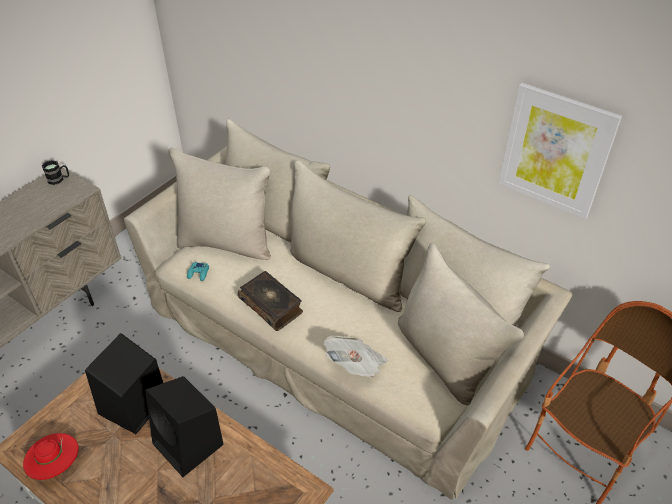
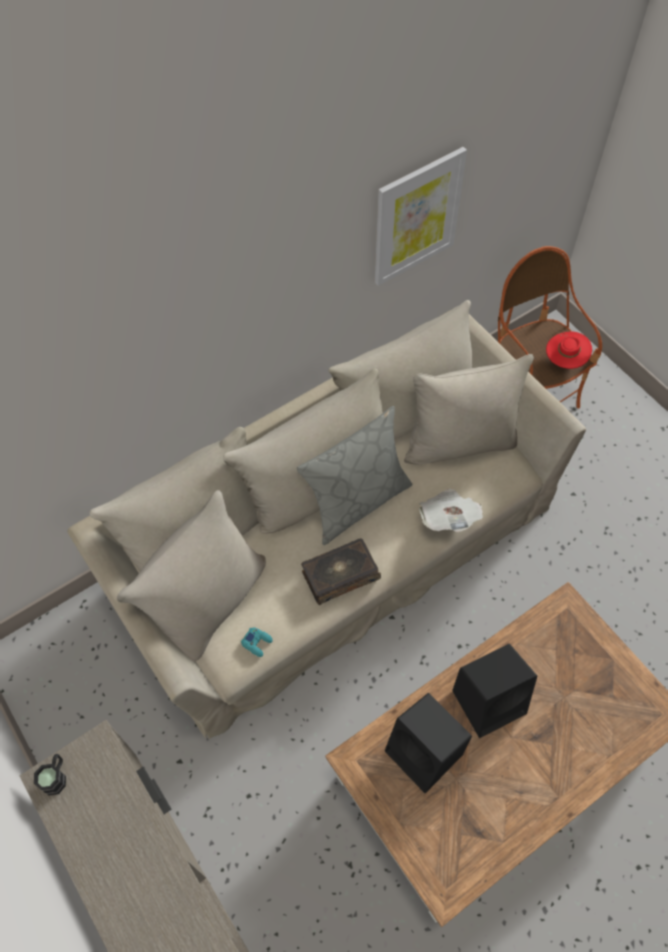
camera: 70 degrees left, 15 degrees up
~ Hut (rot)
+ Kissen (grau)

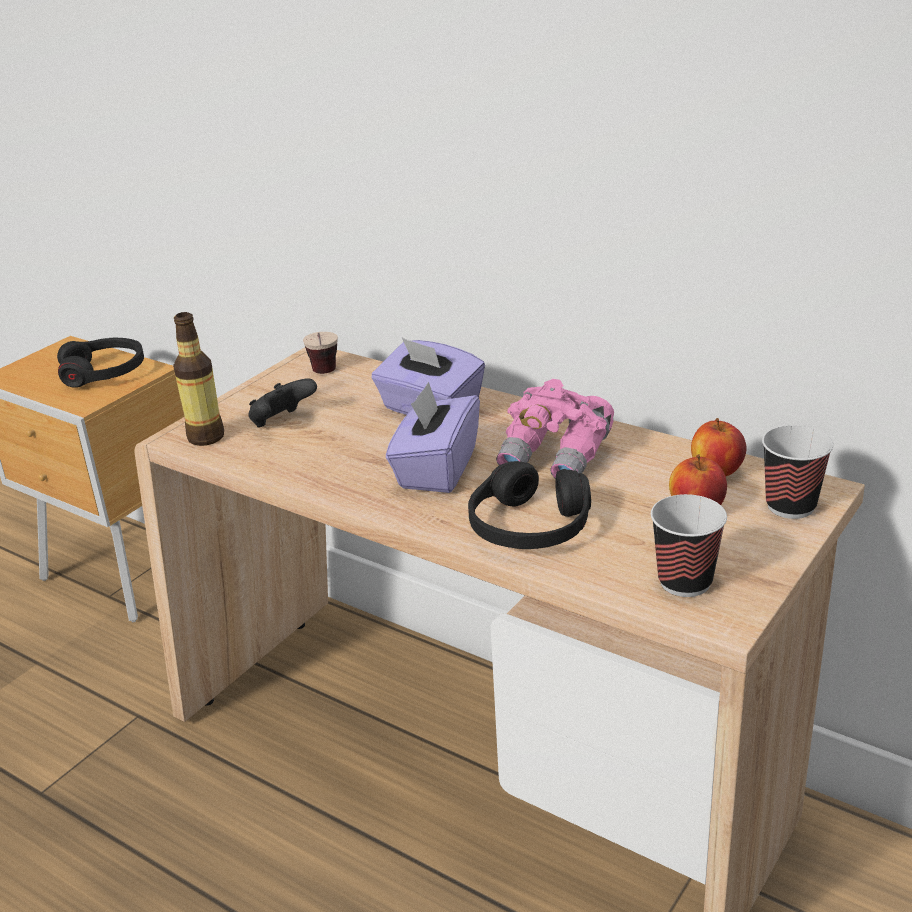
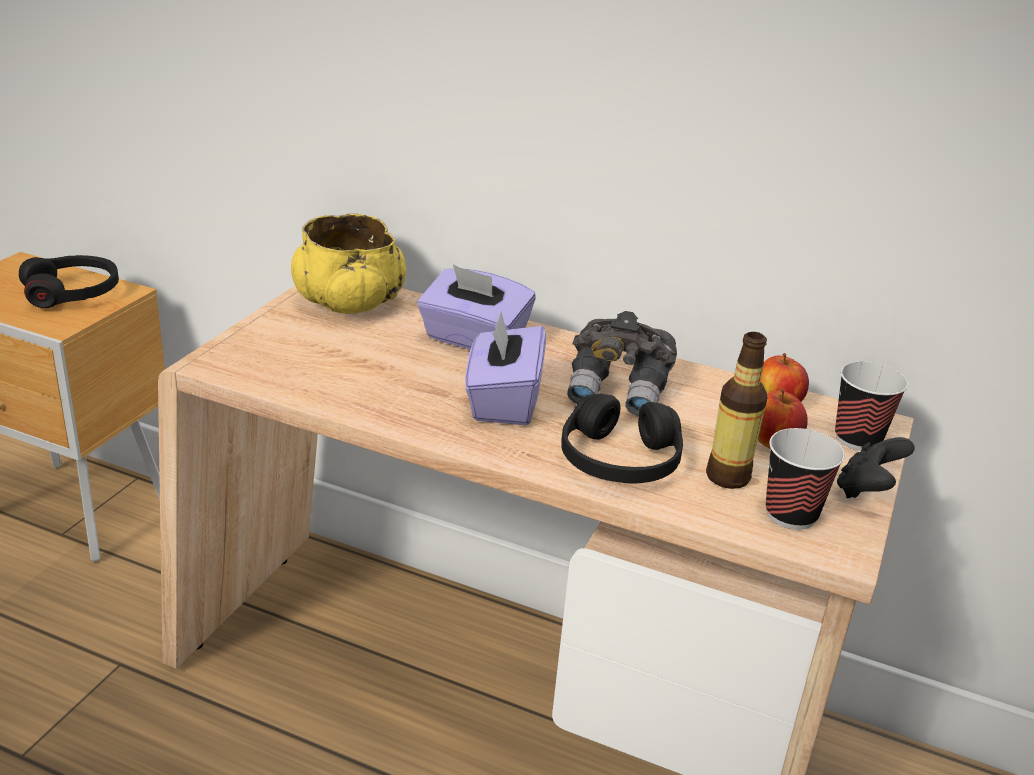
camera: 15 degrees left, 0 degrees up
~ Flasche
~ Tasse (no. 1 from left) to Schüssel (gelb)
~ Gamepad (schwarz)
~ Fernglas (rosa) to Fernglas (grau)

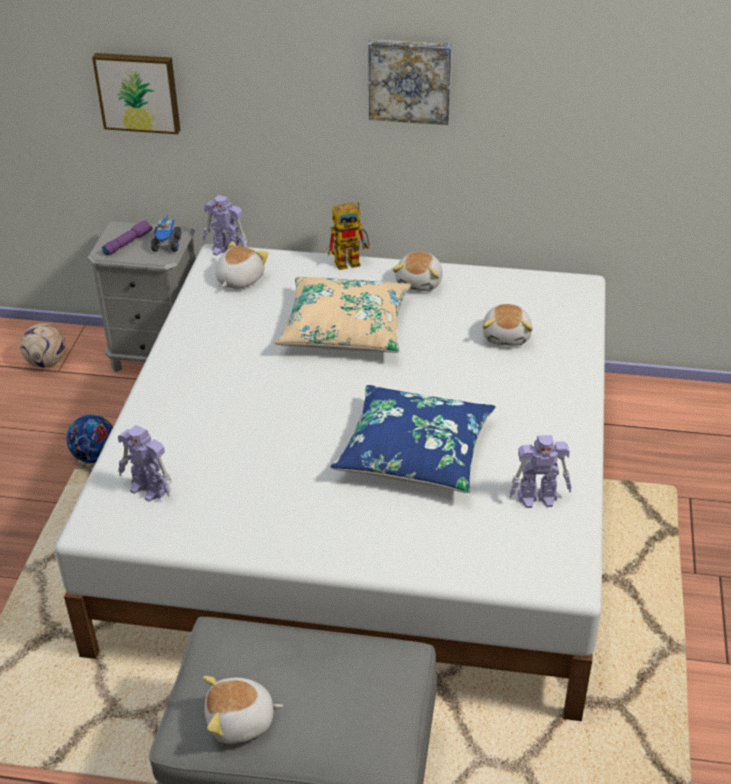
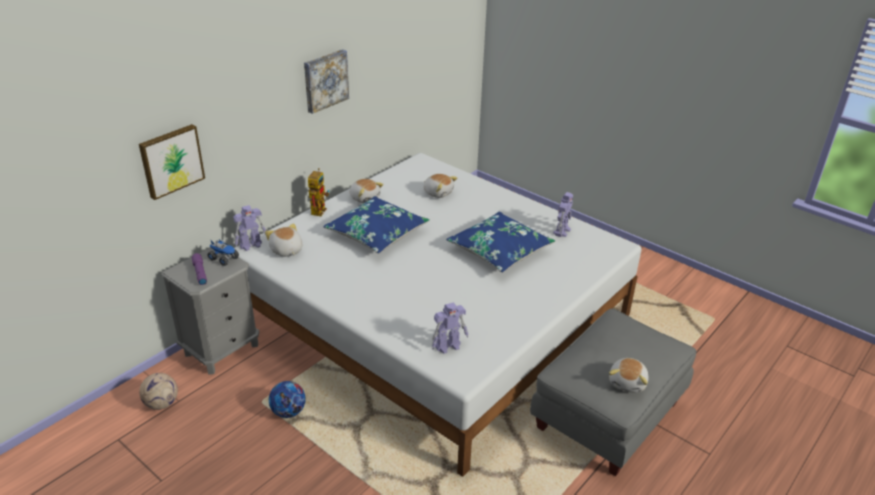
camera: 60 degrees left, 5 degrees down
~ Kissen (beige) to Kissen (blau) (no. 1 from left)

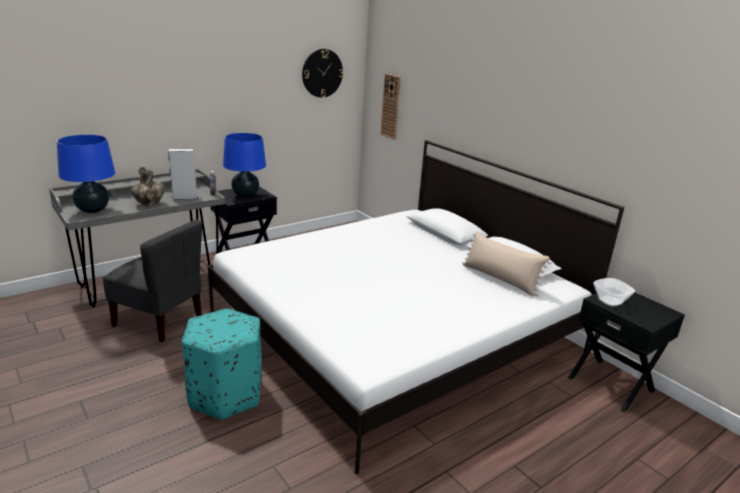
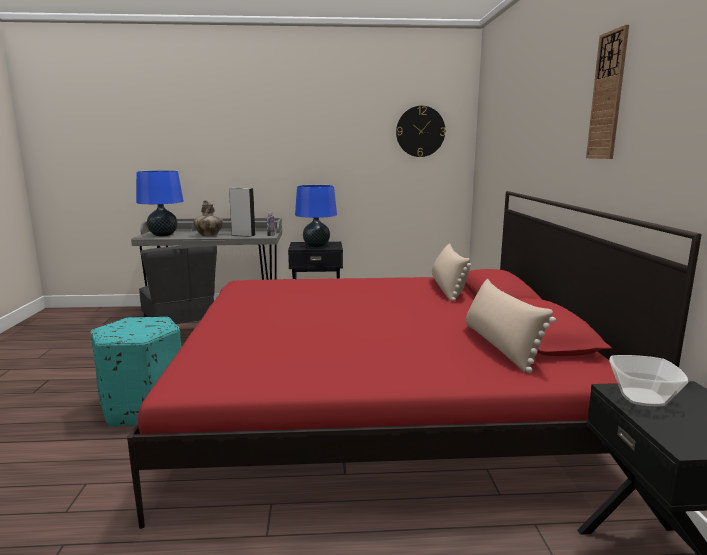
camera: 35 degrees right, 10 degrees down
~ Wanduhr (no. 2 from left)
~ Bett (weiß) to Bett (rot)
+ Kissen (beige) (no. 1 from left)

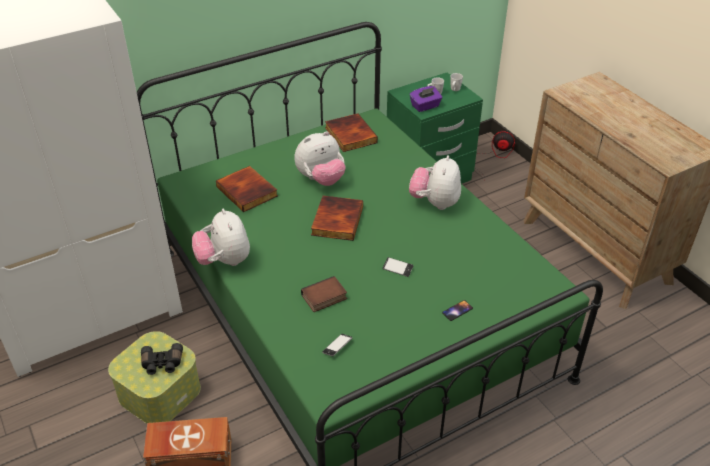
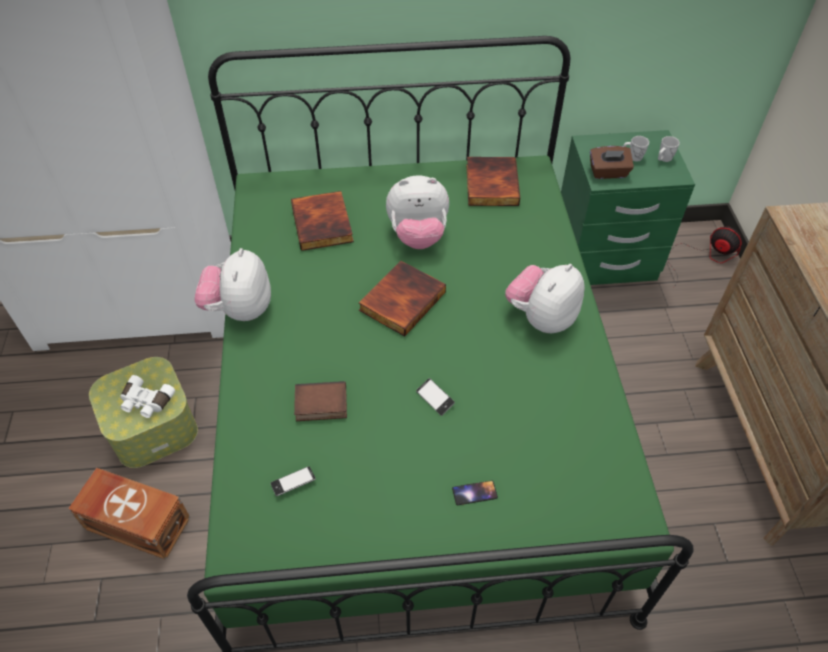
camera: 25 degrees right, 10 degrees up
~ Taschentuchbox (lila) to Taschentuchbox (braun)
~ Fernglas (schwarz) to Fernglas (weiß)

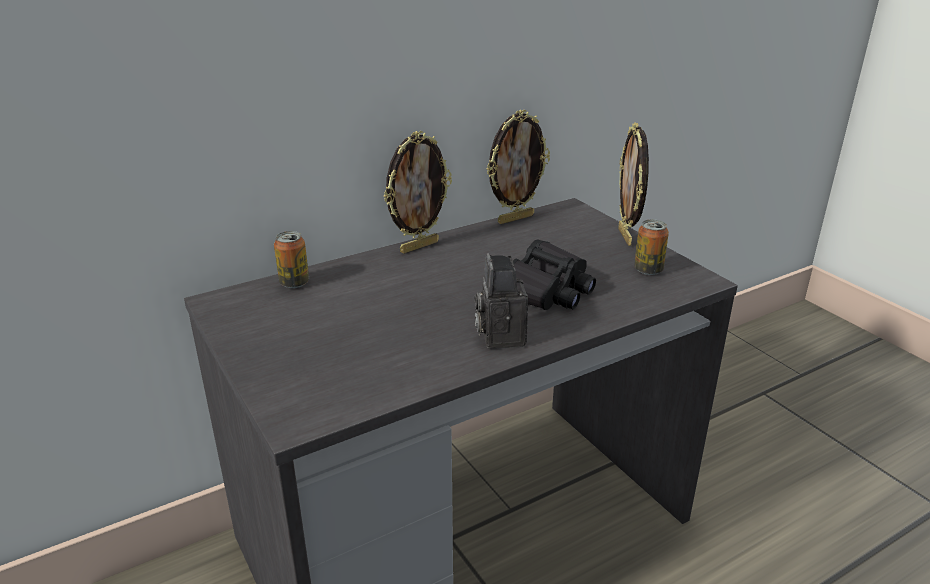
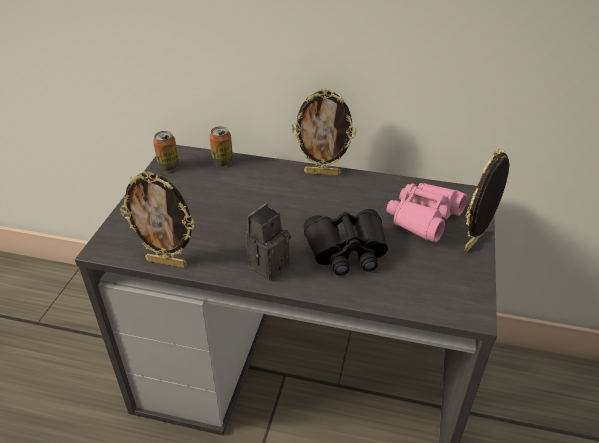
camera: 45 degrees right, 10 degrees up
~ Bilderrahmen (no. 2 from left in the first image) to Bilderrahmen (no. 1 from left)
~ Dose (no. 2 from left in the first image) to Dose (no. 1 from left)
+ Fernglas (rosa)

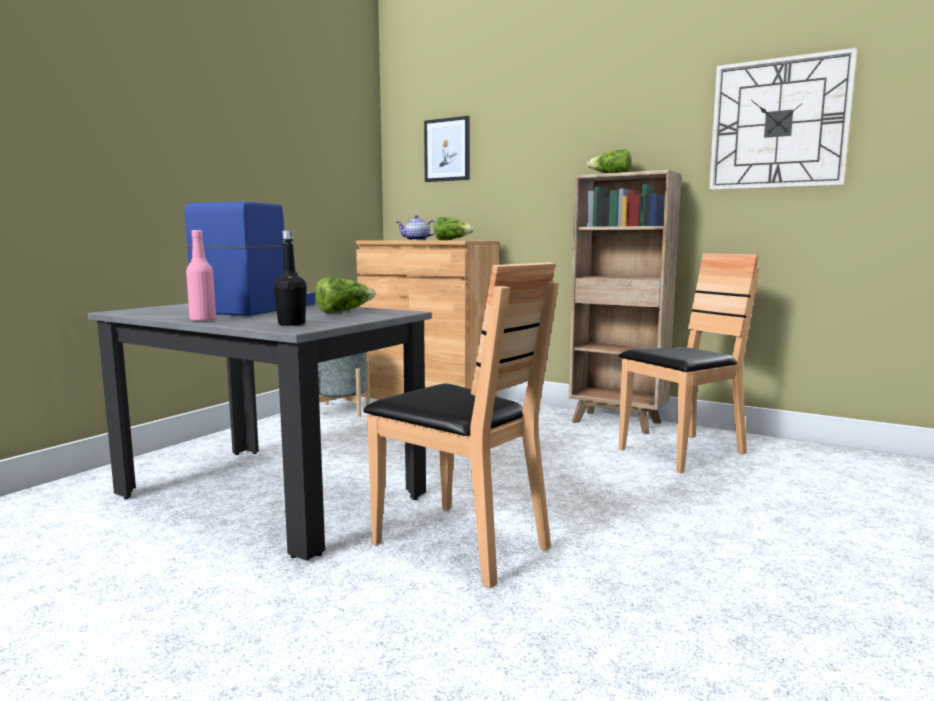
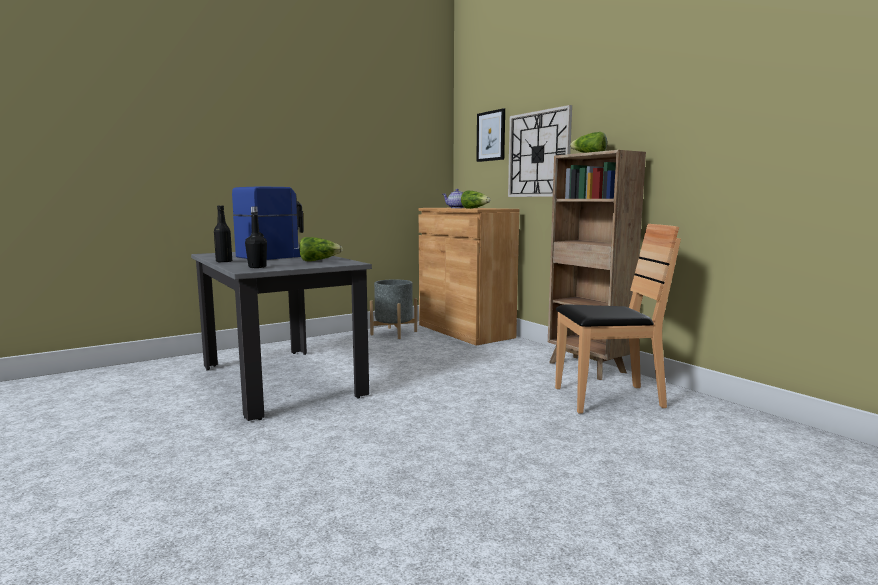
camera: 25 degrees right, 0 degrees up
~ Wanduhr
~ Flasche (rosa) to Flasche (schwarz) (no. 1 from left)
- Stuhl (braun) (no. 1 from left)

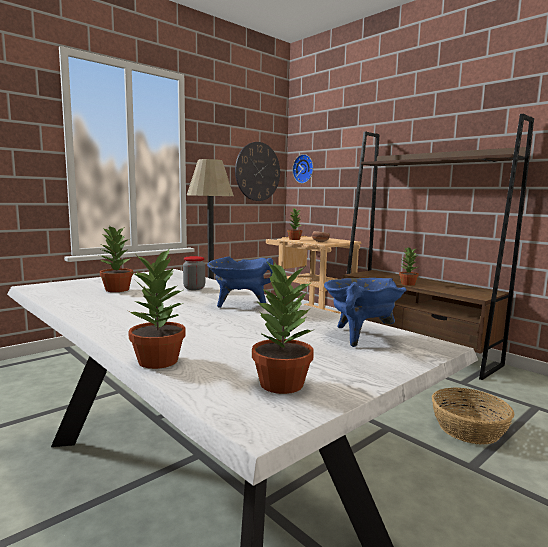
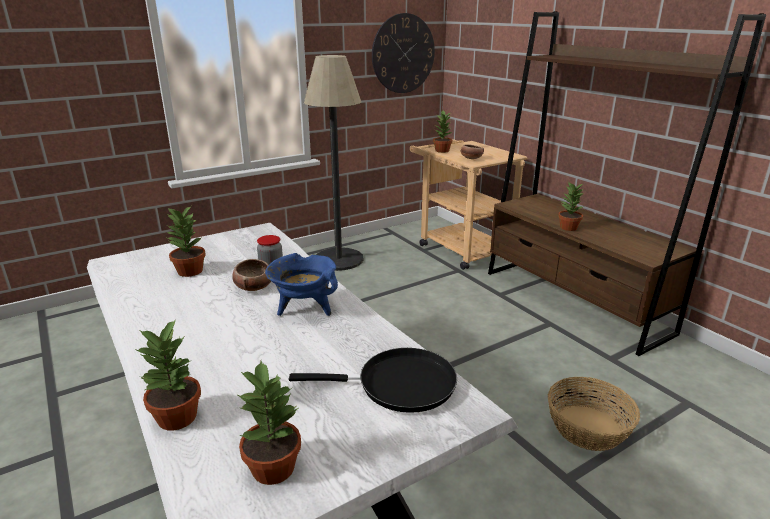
camera: 10 degrees right, 15 degrees up
- Wanduhr (no. 2 from left)
~ Kochtopf (blau) (no. 2 from left) to Pfanne (schwarz)
+ Schüssel (no. 1 from left)

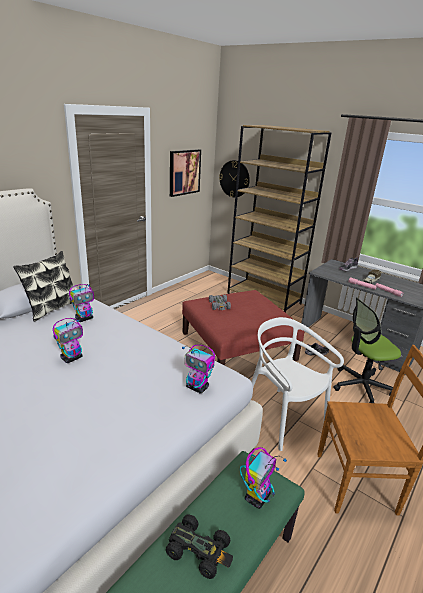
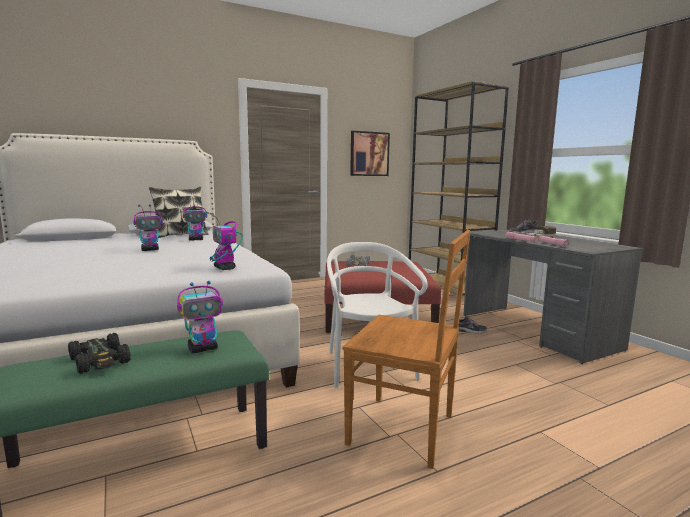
camera: 25 degrees right, 15 degrees down
- Wanduhr
- Bürostuhl

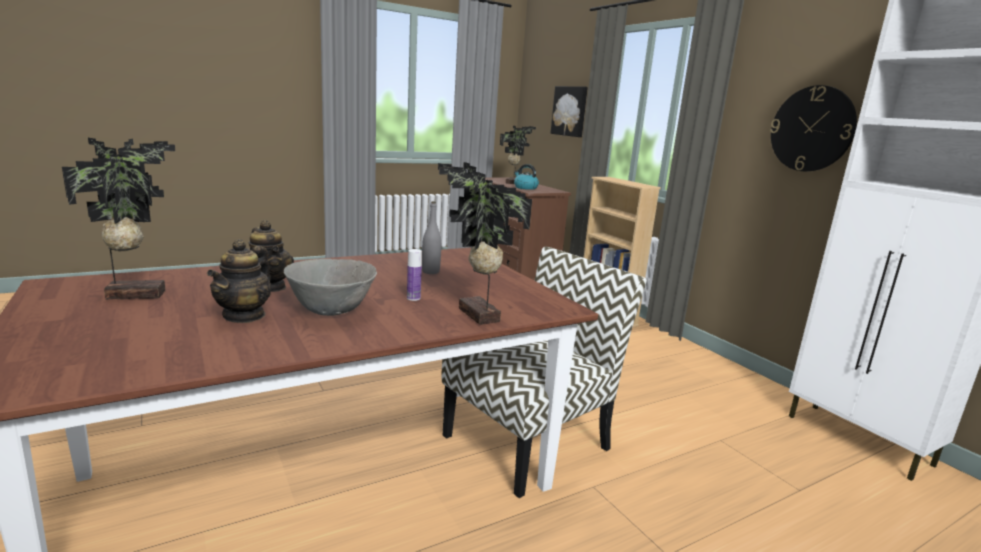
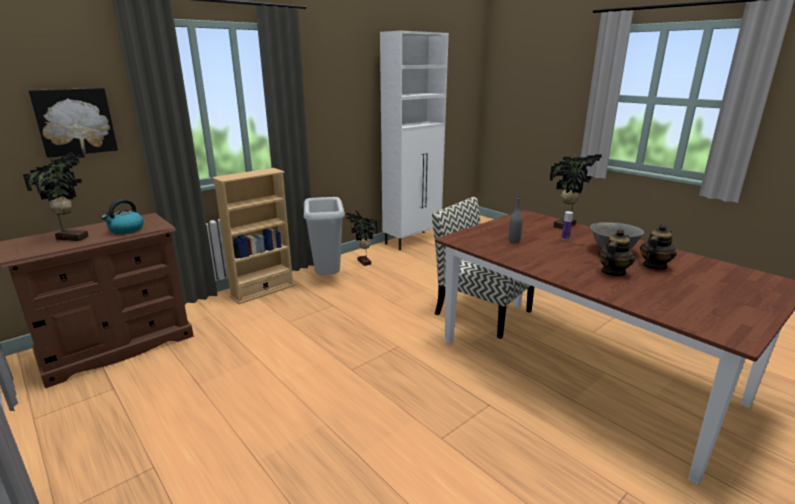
camera: 100 degrees left, 5 degrees up
- Wanduhr
~ Topfpflanze (no. 1 from left in the first image) to Topfpflanze (no. 2 from left)
~ Teekanne (no. 1 from left in the first image) 45 degrees counterclockwise
+ Mülleimer (grau)

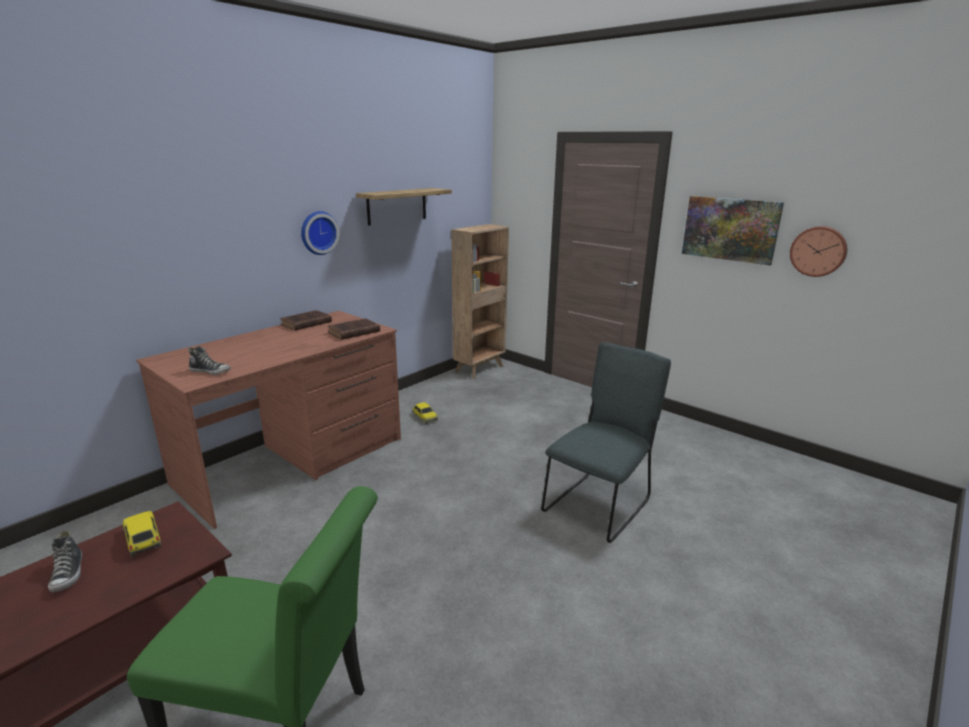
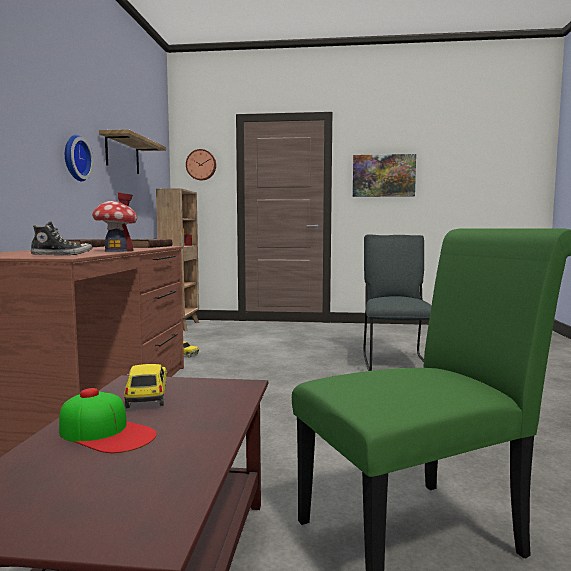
camera: 35 degrees left, 15 degrees down
~ Wanduhr (no. 2 from left)
~ Spielzeugauto (no. 1 from left) 60 degrees clockwise
~ Schuh (no. 1 from left) to Kappe
+ Spielzeughaus

